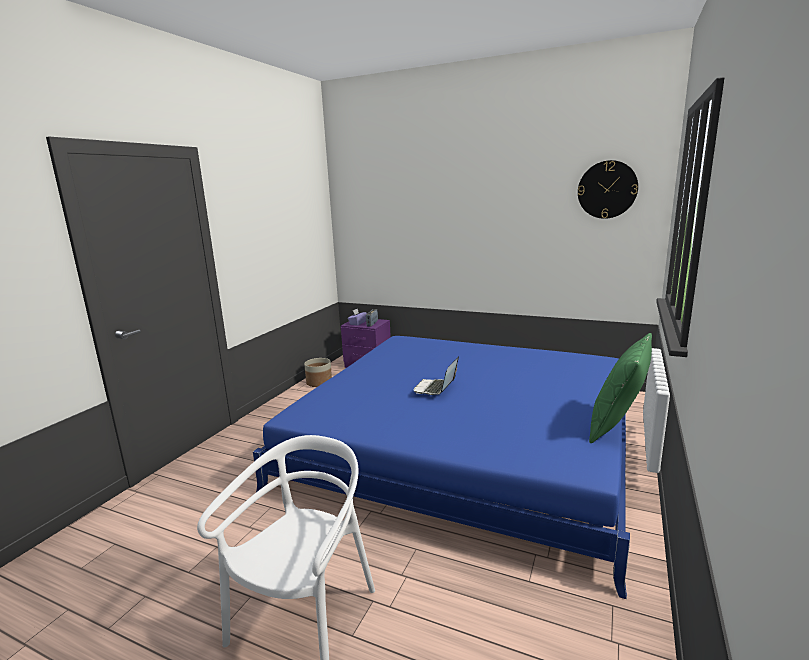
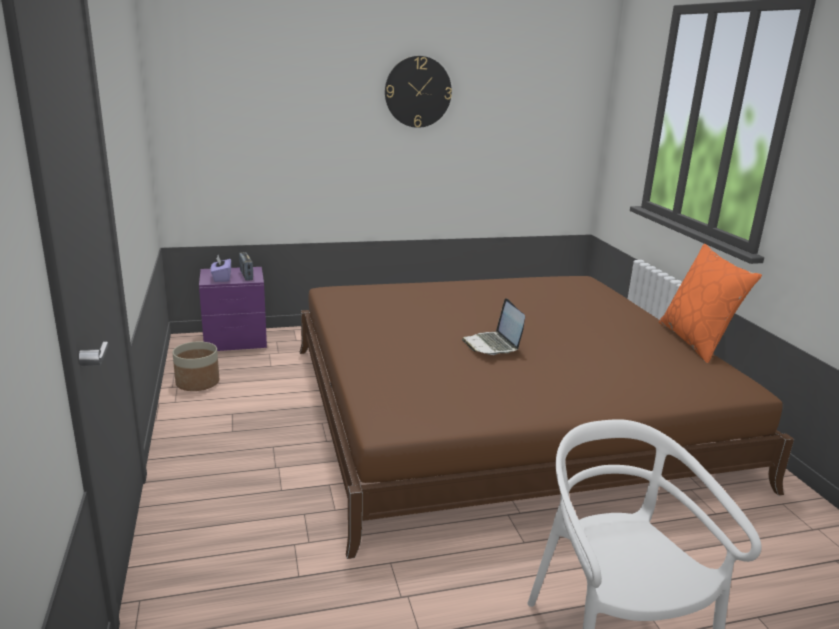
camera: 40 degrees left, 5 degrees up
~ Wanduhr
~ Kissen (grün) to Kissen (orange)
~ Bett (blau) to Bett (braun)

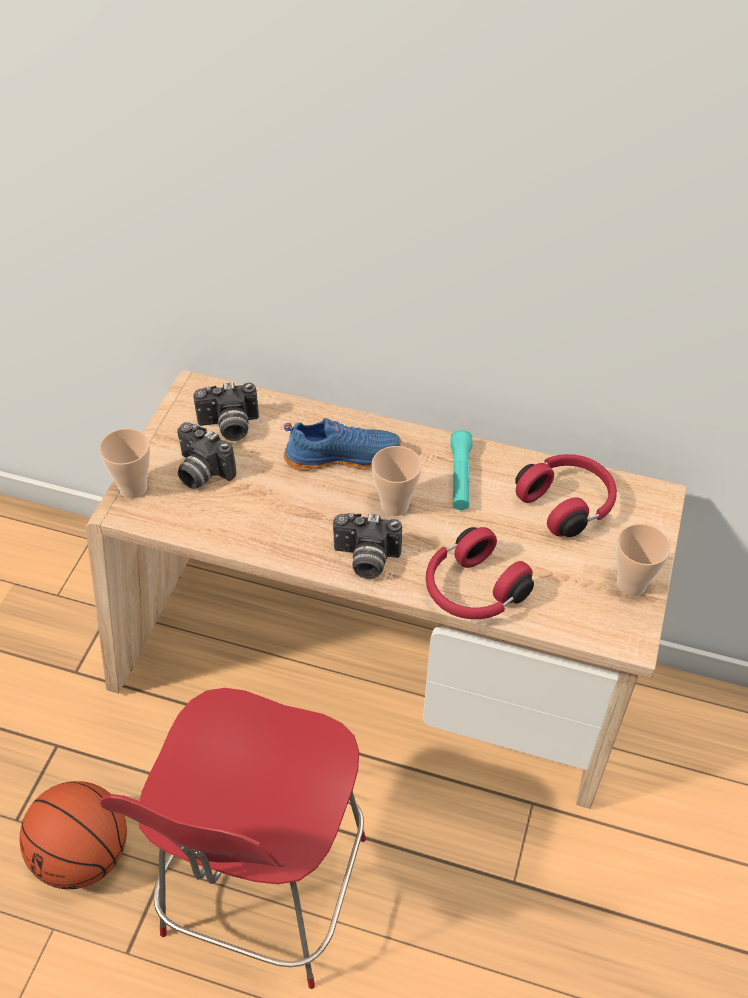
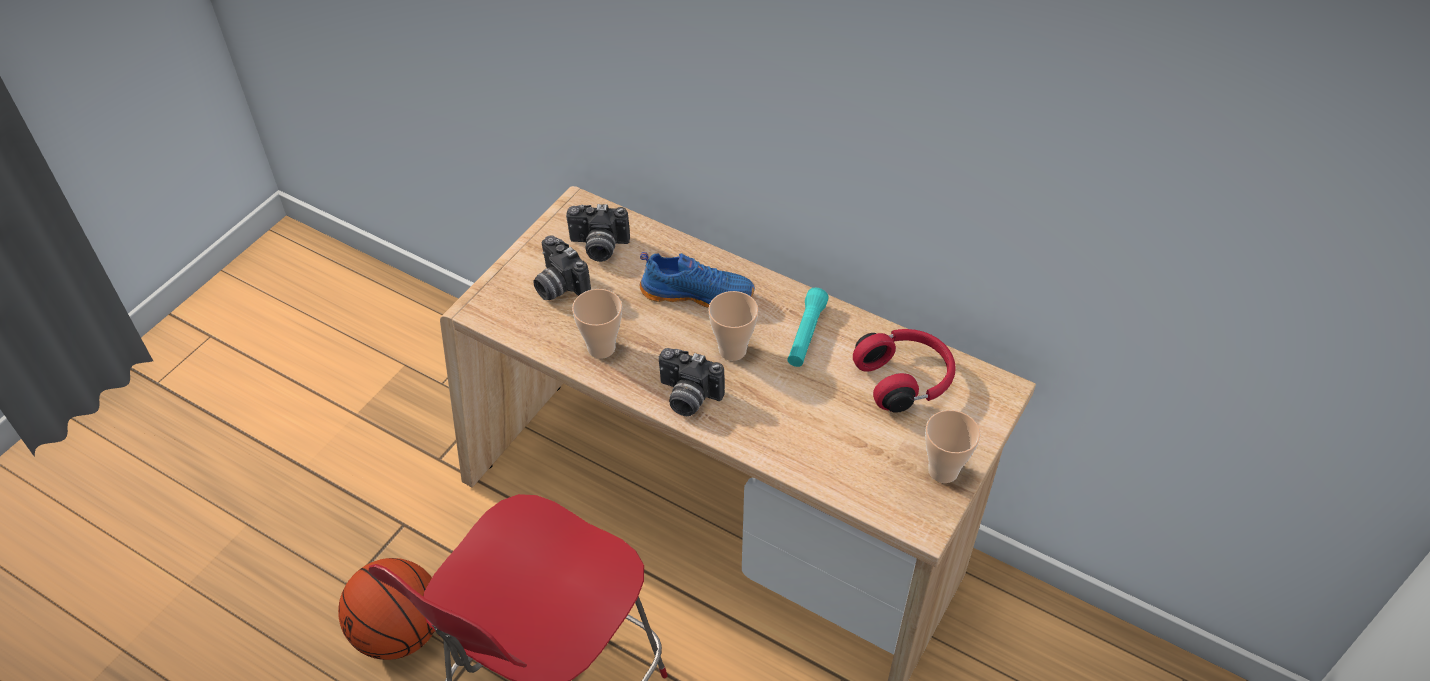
camera: 15 degrees right, 0 degrees up
~ Tasse (no. 1 from left)
- Kopfhörer (rot) (no. 1 from left)

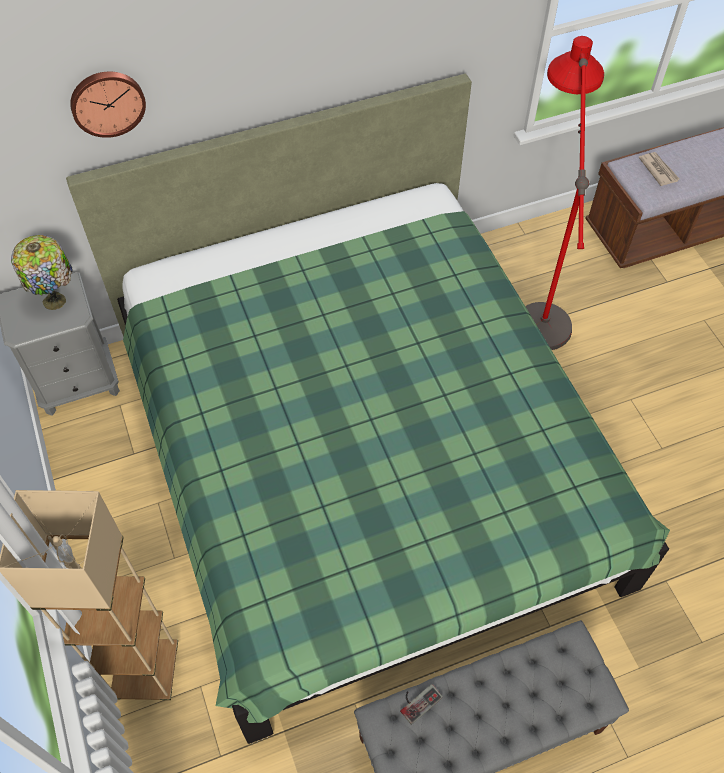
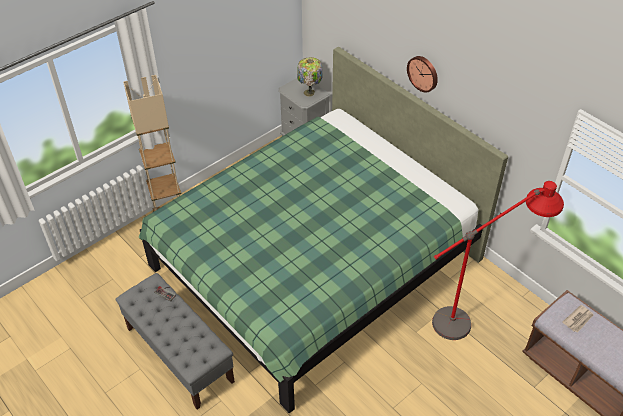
camera: 70 degrees right, 10 degrees down
~ Wanduhr

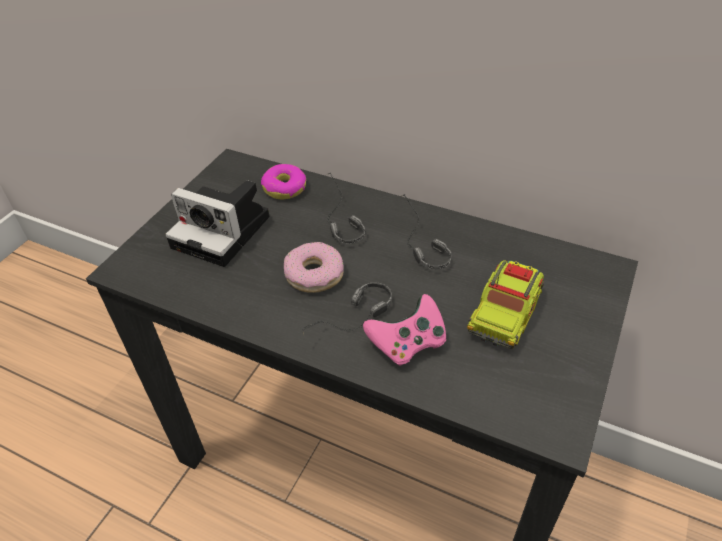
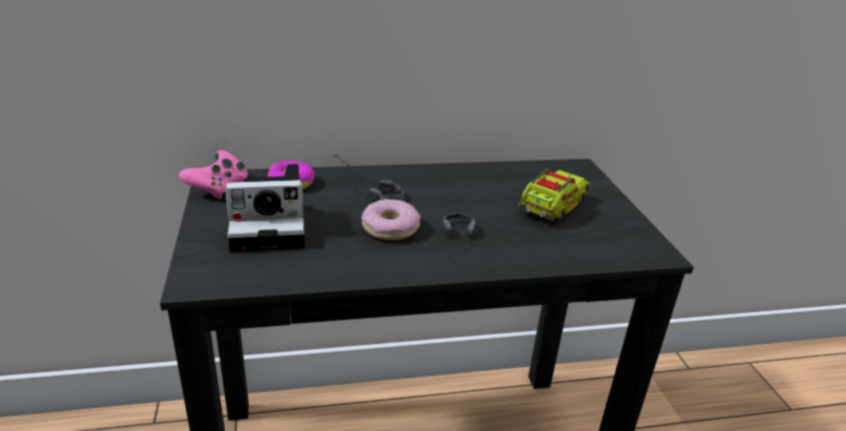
camera: 40 degrees left, 15 degrees down
- Kopfhörer (no. 3 from left)
~ Spielzeuglaster 135 degrees counterclockwise
~ Gamepad (rosa)

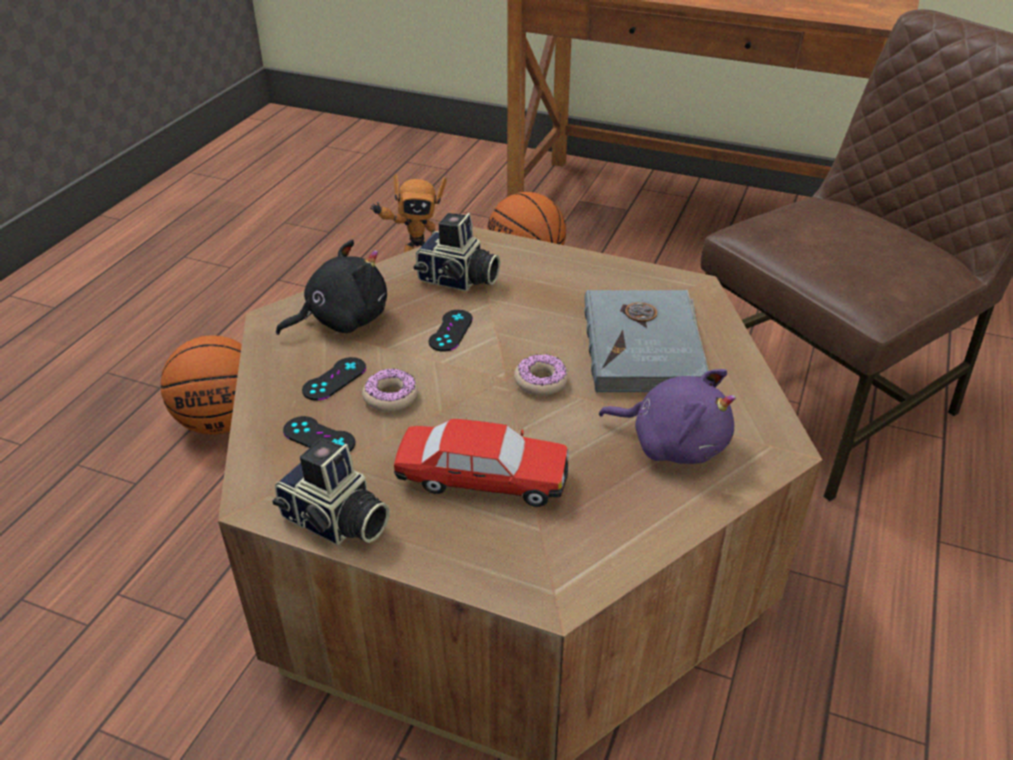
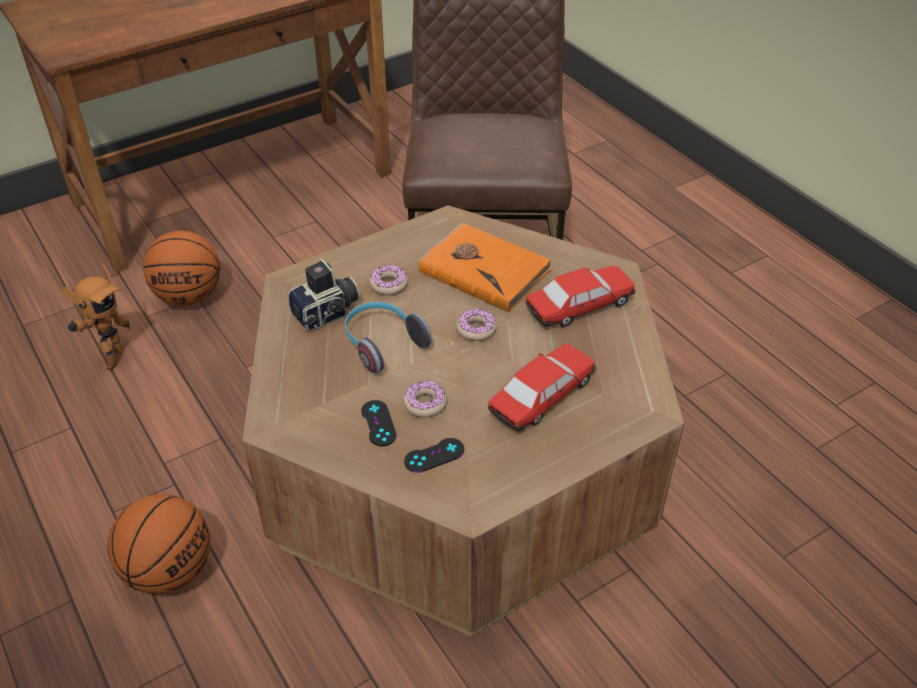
camera: 55 degrees left, 5 degrees up
- Plüschtier (schwarz)
~ Buch (grau) to Buch (orange)
~ Gamepad (schwarz) (no. 3 from left) to Kopfhörer
~ Plüschtier (lila) to Spielzeugauto (no. 2 from left)
- Kamera (no. 1 from left)
+ Donut (no. 1 from left)

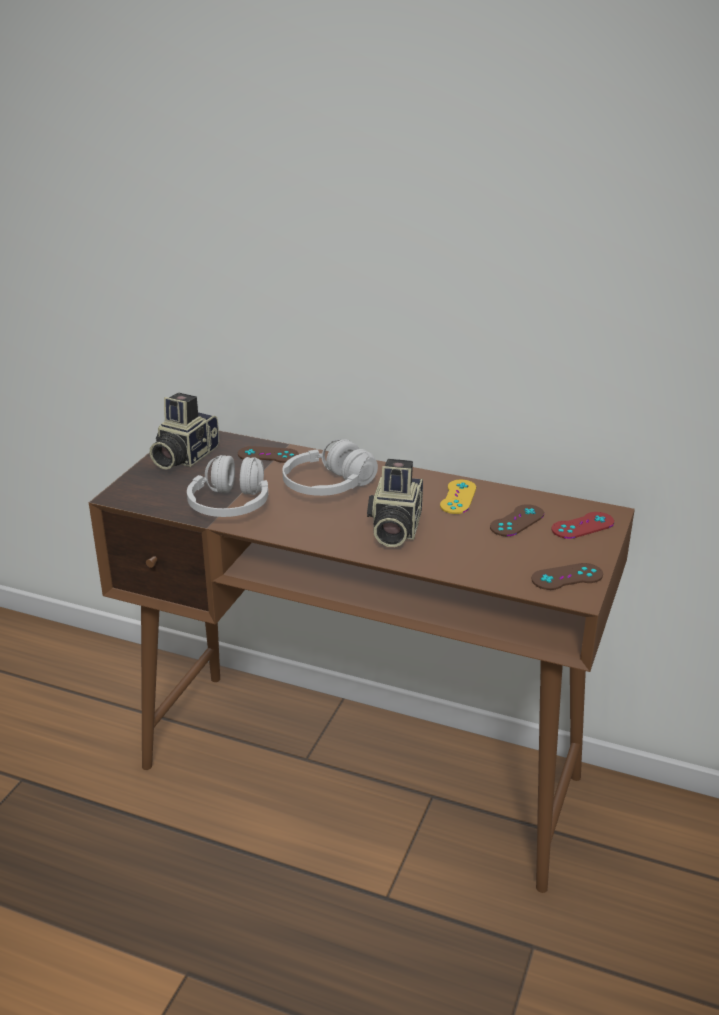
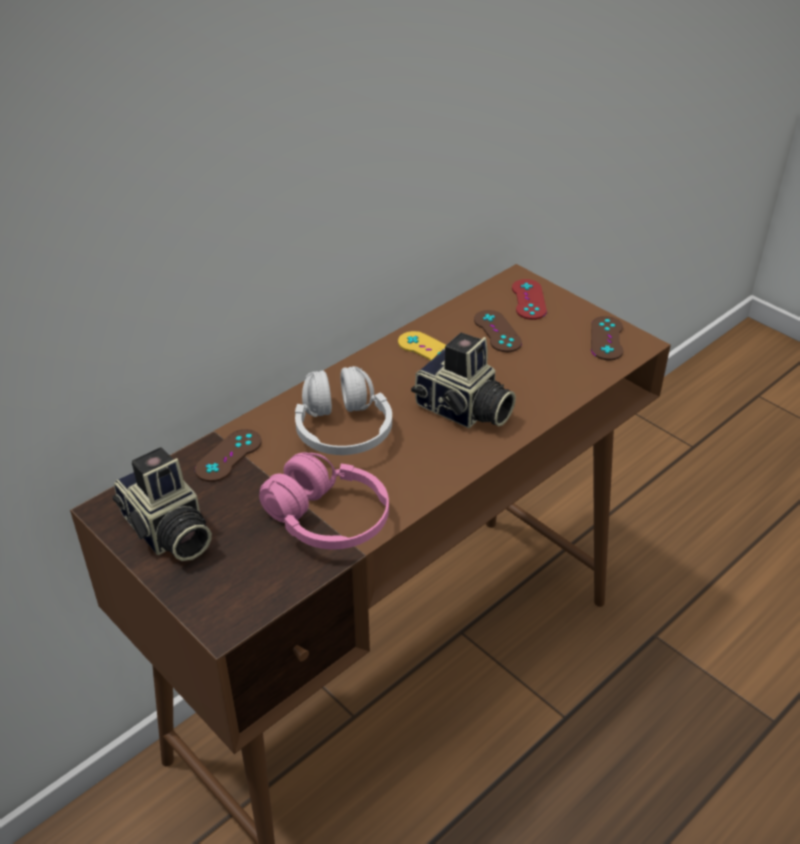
camera: 65 degrees left, 10 degrees up
~ Kopfhörer (weiß) (no. 1 from left) to Kopfhörer (rosa)

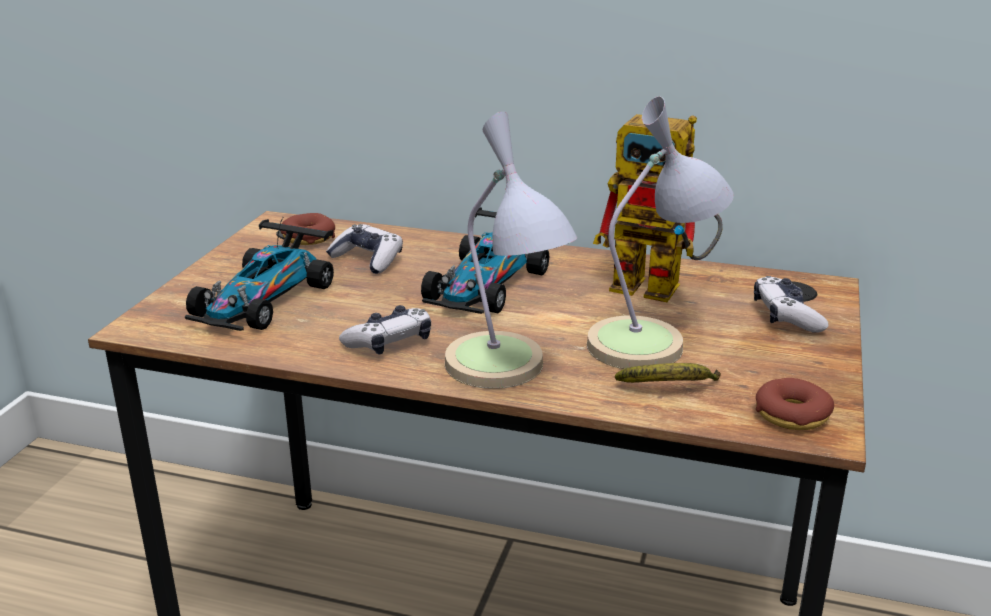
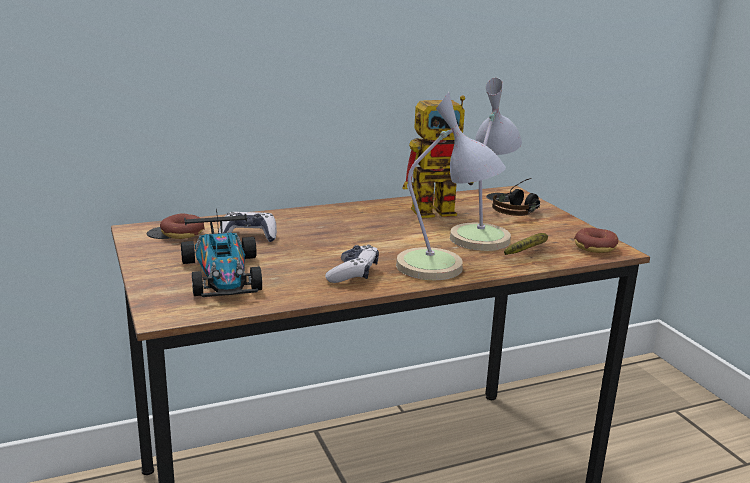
camera: 40 degrees left, 5 degrees down
- Spielzeugauto (no. 2 from left)
~ Gamepad (no. 3 from left) to Kopfhörer

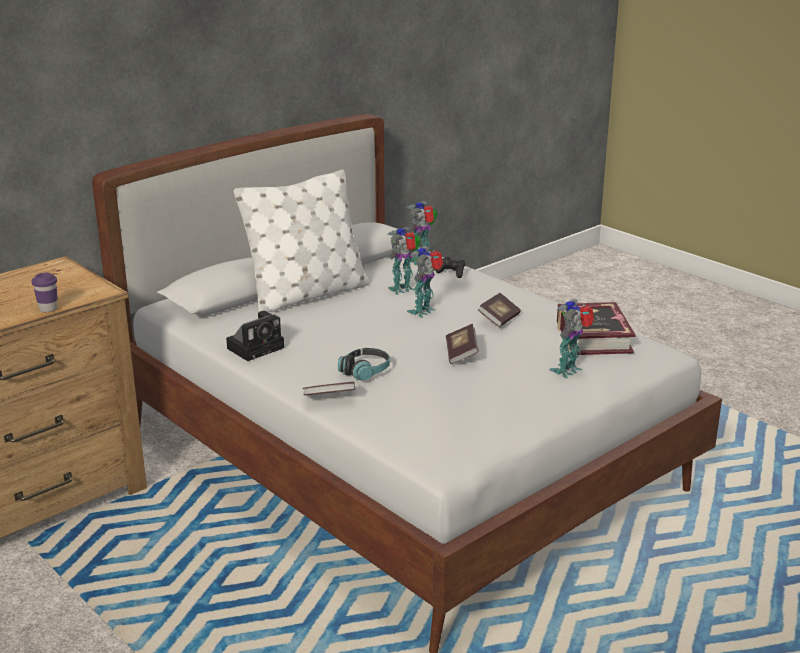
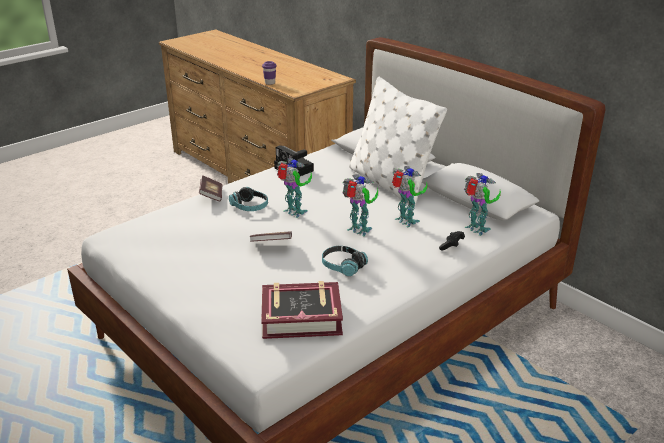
camera: 90 degrees right, 5 degrees up
~ Buch (no. 3 from left) to Kopfhörer (no. 2 from left)
~ Spielzeugroboter (no. 4 from left in the first image) to Spielzeugroboter (no. 1 from left)

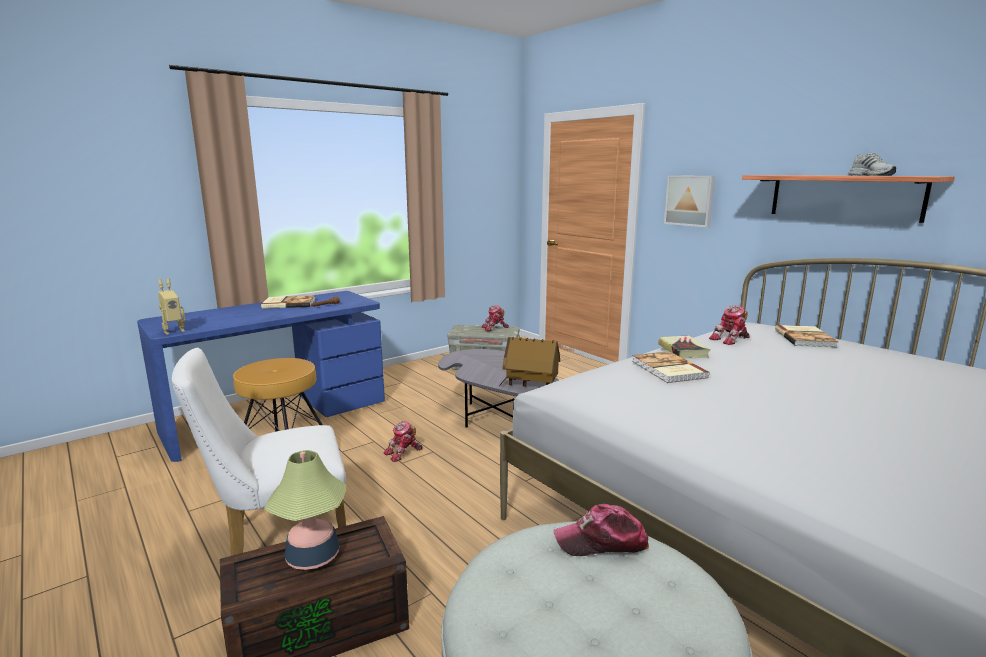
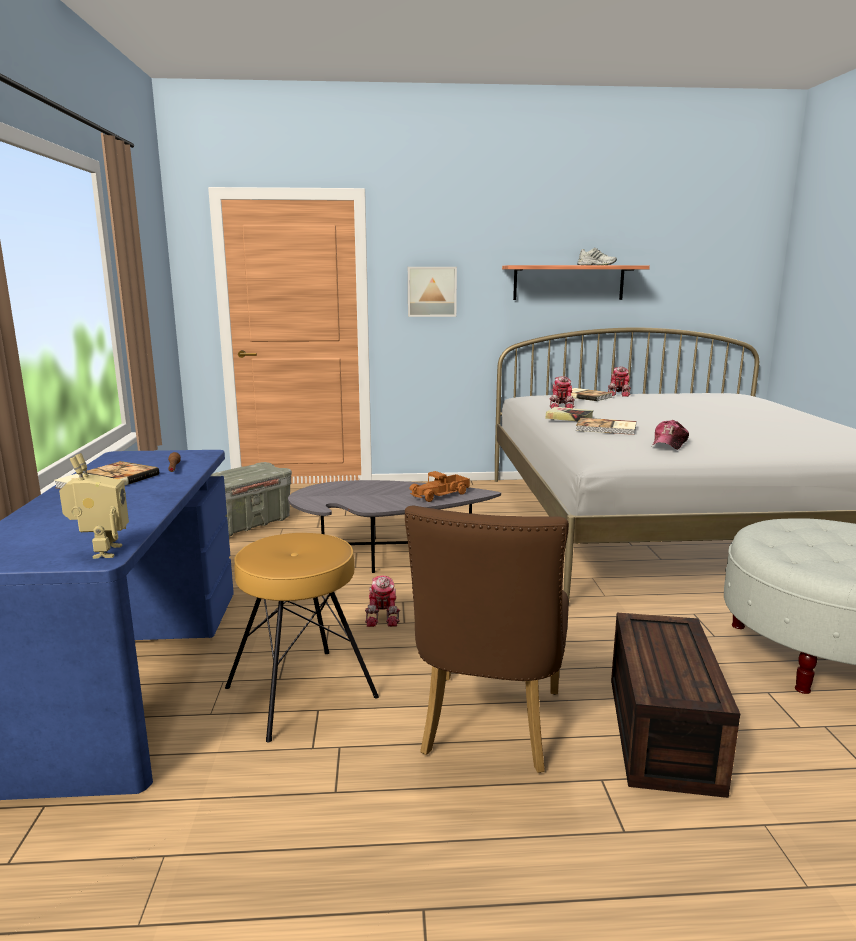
camera: 55 degrees left, 0 degrees up
~ Spielzeugroboter (no. 3 from left in the first image) to Spielzeugroboter (no. 4 from left)
~ Spielzeughaus to Spielzeuglaster
~ Stuhl (weiß) to Stuhl (braun)
- Tischlampe
~ Kappe

